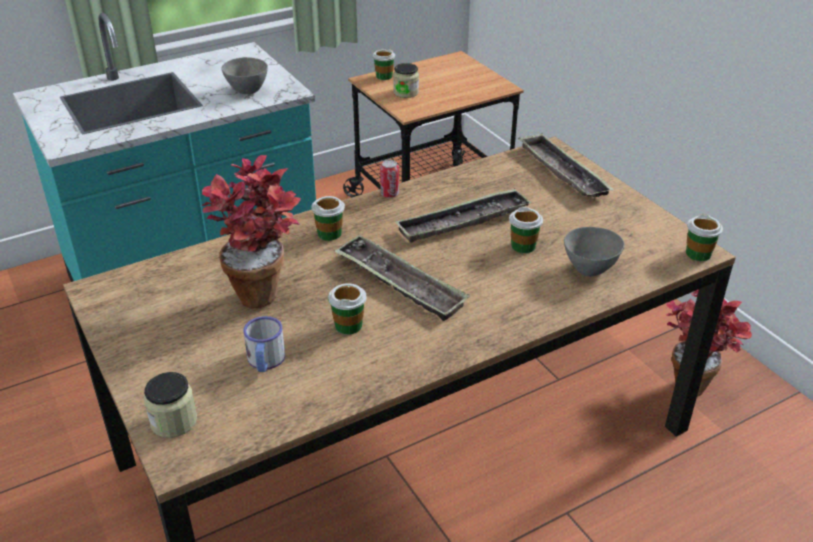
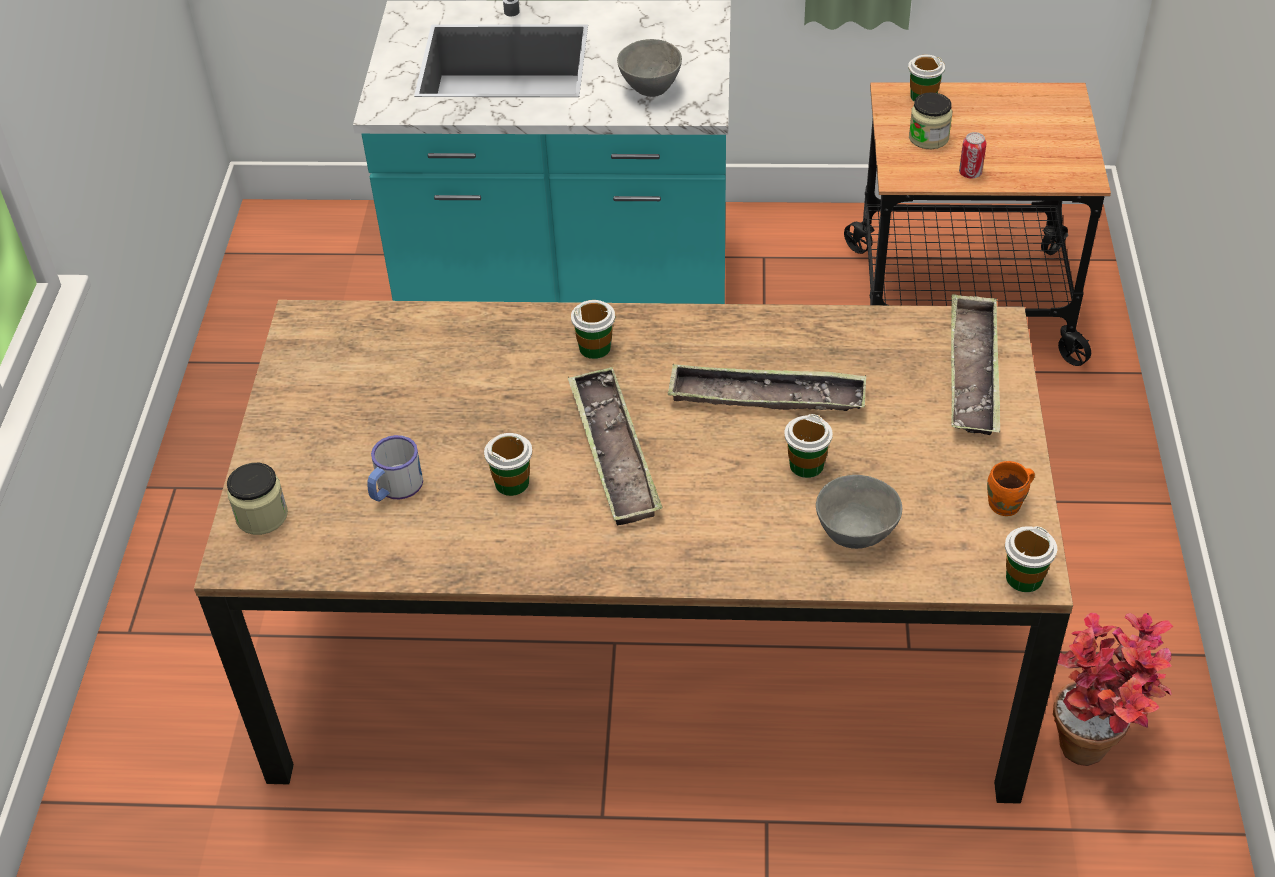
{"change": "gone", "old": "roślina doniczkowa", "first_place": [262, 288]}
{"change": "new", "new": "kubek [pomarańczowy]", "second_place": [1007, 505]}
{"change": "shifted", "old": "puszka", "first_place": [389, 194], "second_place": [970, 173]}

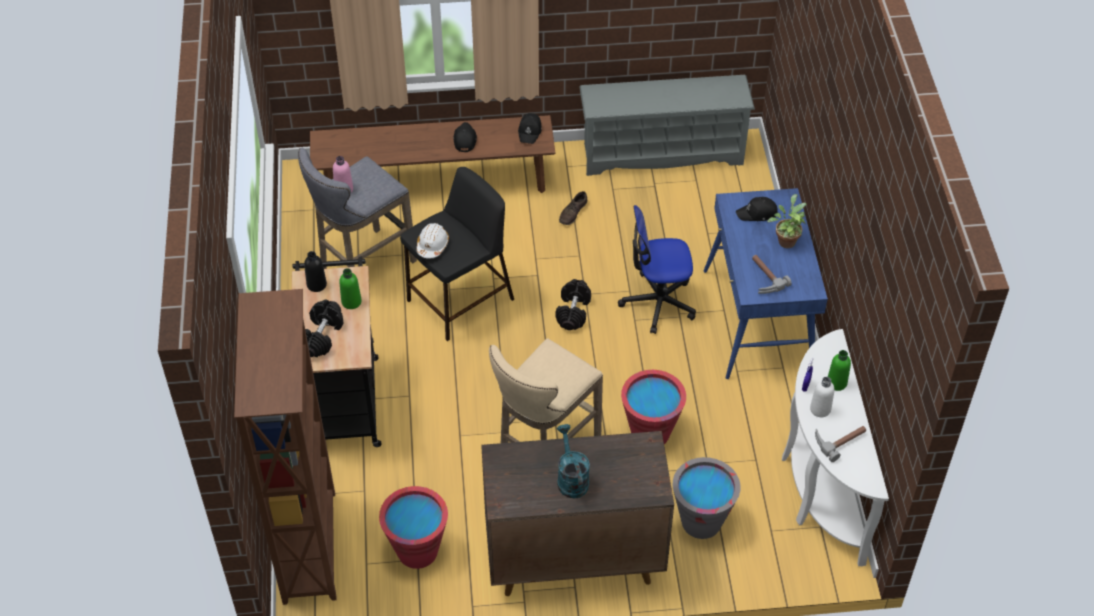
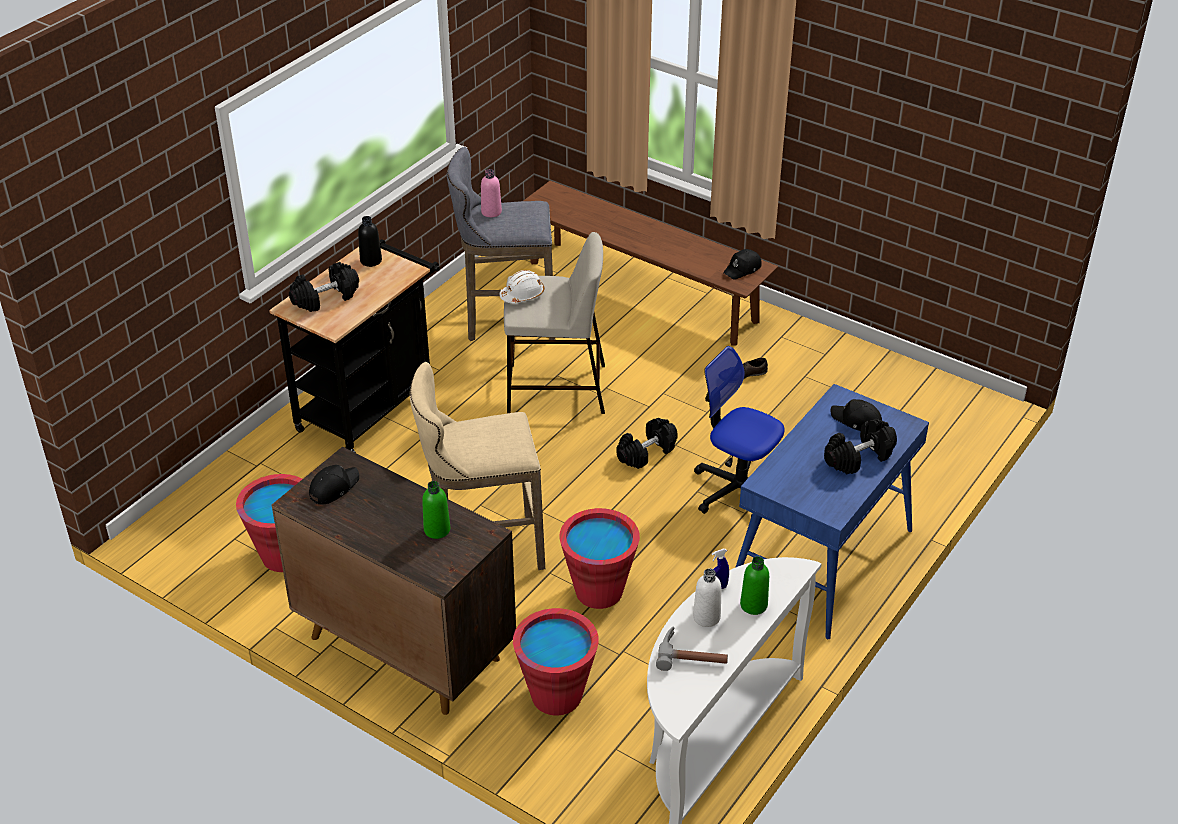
{"change": "gone", "old": "regał [brązowy]", "first_place": [311, 546]}
{"change": "gone", "old": "konewka [turkusowy]", "first_place": [571, 478]}
{"change": "gone", "old": "regał na buty [szary]", "first_place": [662, 153]}
{"change": "gone", "old": "młotek", "first_place": [763, 278]}
{"change": "shifted", "old": "butelka [zielony]", "first_place": [351, 302], "second_place": [437, 530]}
{"change": "shifted", "old": "czapka z daszkiem [czarny]", "first_place": [464, 139], "second_place": [333, 488]}
{"change": "swapped", "old": "roślina doniczkowa", "new": "hantel [czarny]", "first_place": [786, 240], "second_place": [859, 458]}
{"change": "repainted", "old": "stołek [czarny]", "new": "stołek [beżowy]", "first_place": [459, 301], "second_place": [555, 389]}
{"change": "repainted", "old": "wiadro [szary]", "new": "wiadro [czerwony]", "first_place": [701, 522], "second_place": [556, 695]}

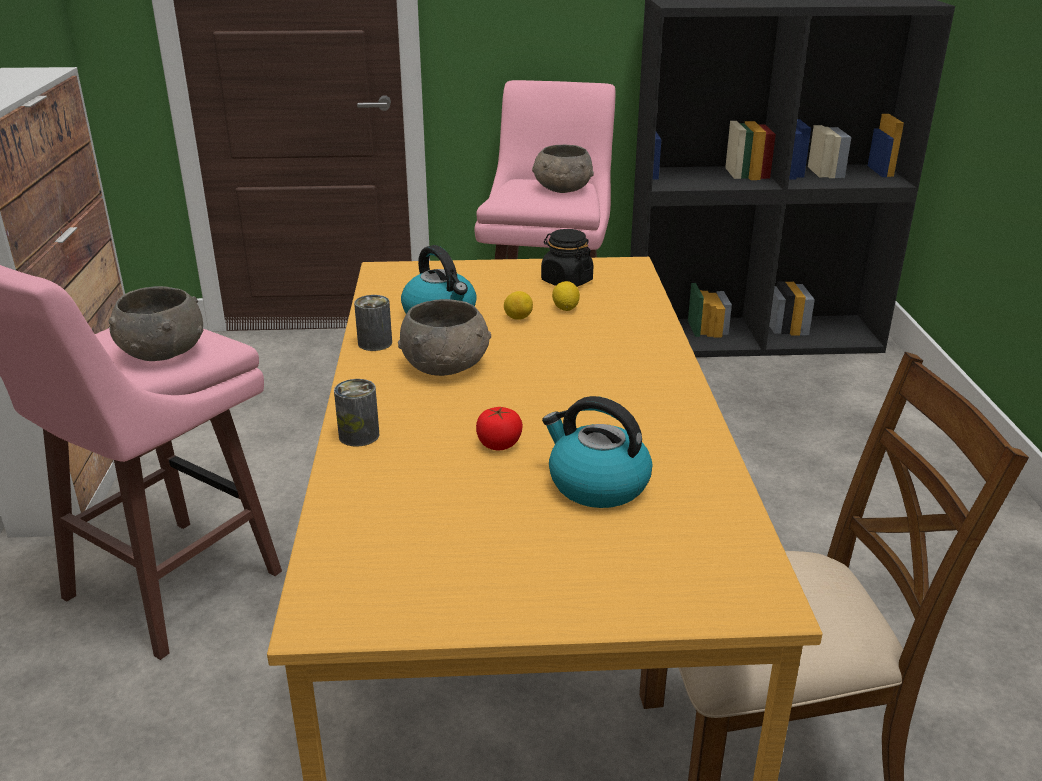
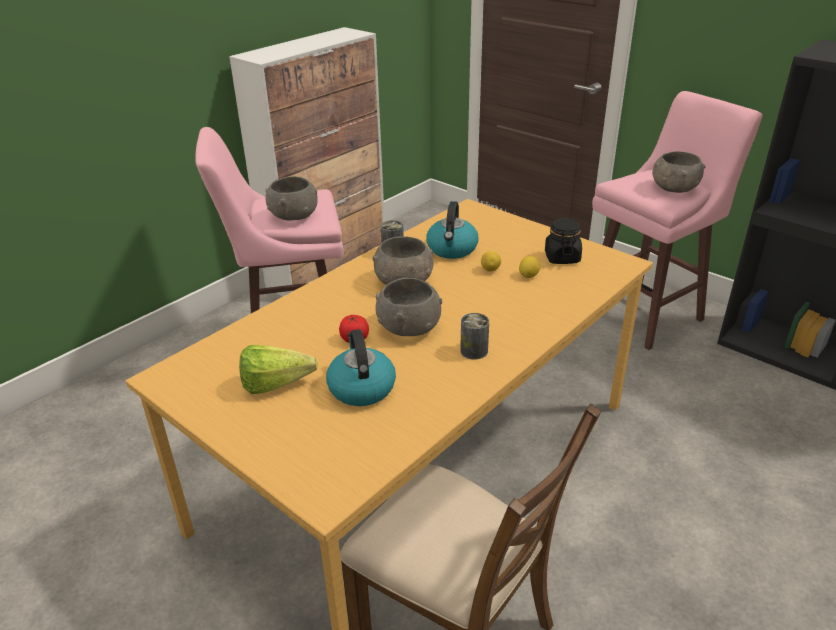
{"change": "new", "new": "sałata", "second_place": [282, 385]}
{"change": "new", "new": "miska [szary]", "second_place": [409, 327]}
{"change": "shifted", "old": "puszka", "first_place": [359, 435], "second_place": [474, 351]}

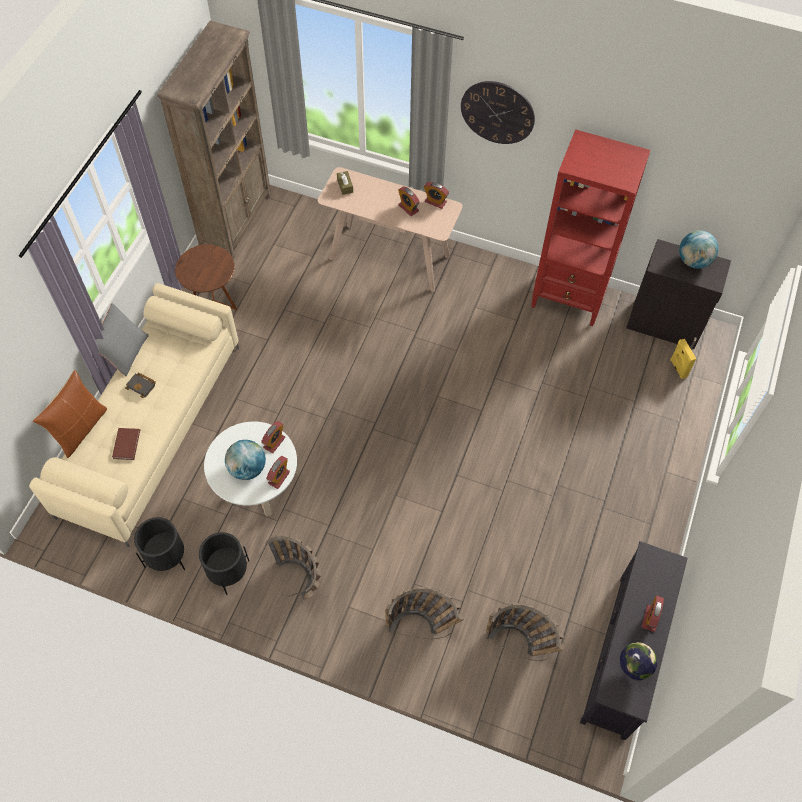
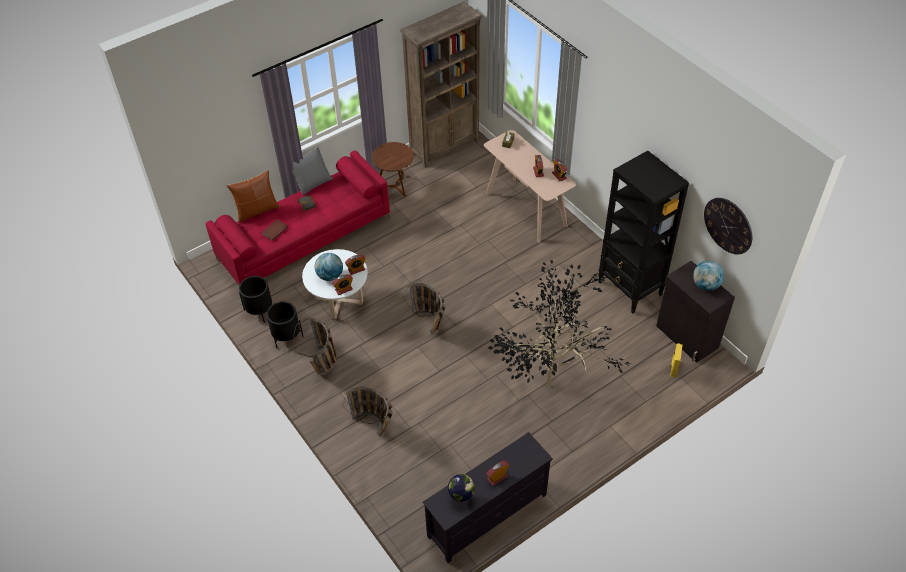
{"change": "new", "new": "roślina doniczkowa", "second_place": [545, 385]}
{"change": "shifted", "old": "zegar ścienny", "first_place": [497, 112], "second_place": [728, 225]}
{"change": "shifted", "old": "koszyk", "first_place": [522, 644], "second_place": [430, 326]}
{"change": "repainted", "old": "kanapa [beżowy]", "new": "kanapa [czerwony]", "first_place": [151, 428], "second_place": [304, 238]}
{"change": "repainted", "old": "regał [czerwony]", "new": "regał [czarny]", "first_place": [569, 298], "second_place": [630, 289]}

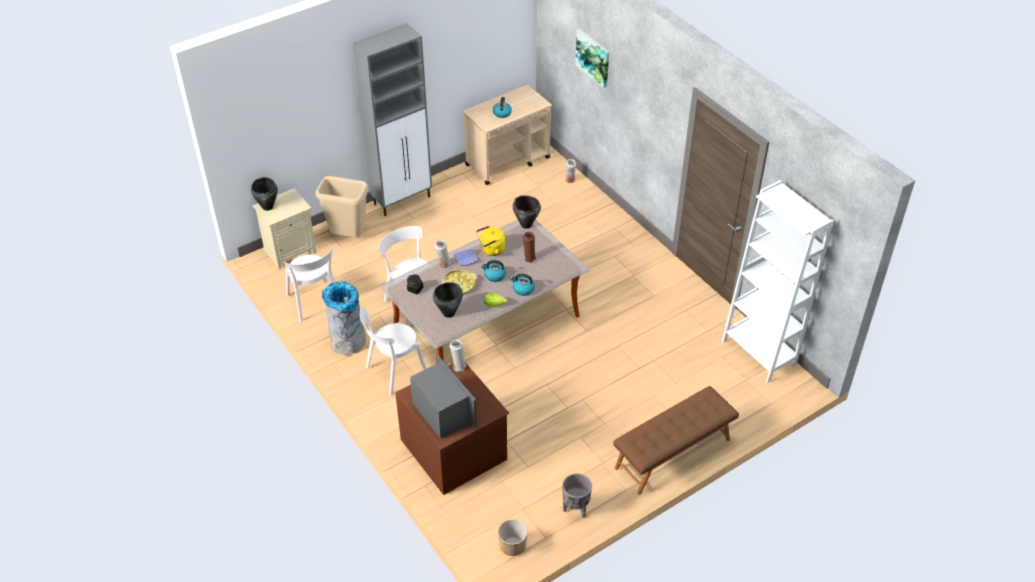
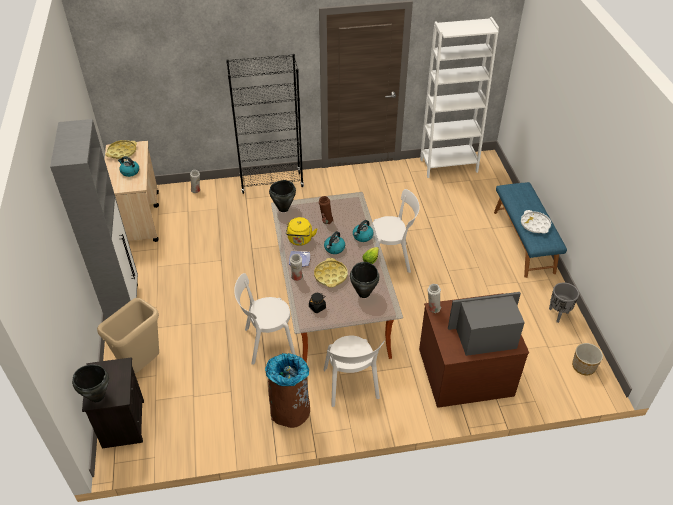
{"change": "gone", "old": "obraz", "first_place": [593, 57]}
{"change": "new", "new": "taca [żółty]", "second_place": [122, 152]}
{"change": "new", "new": "regał [czarny]", "second_place": [272, 183]}
{"change": "new", "new": "taca [biały]", "second_place": [535, 224]}
{"change": "shifted", "old": "krzesło [biały]", "first_place": [314, 303], "second_place": [391, 258]}
{"change": "repainted", "old": "szafka nocna [beżowy]", "new": "szafka nocna [czarny]", "first_place": [290, 250], "second_place": [122, 423]}
{"change": "repainted", "old": "kosz na śmieci [szary]", "new": "kosz na śmieci [brązowy]", "first_place": [347, 342], "second_place": [290, 411]}
{"change": "repainted", "old": "ławka [brązowy]", "new": "ławka [niebieski]", "first_place": [673, 454], "second_place": [524, 241]}

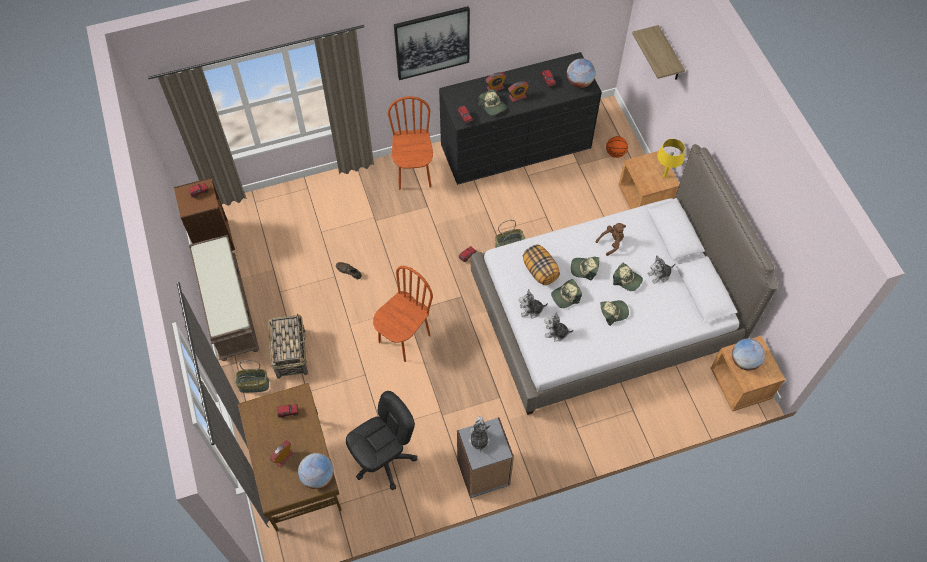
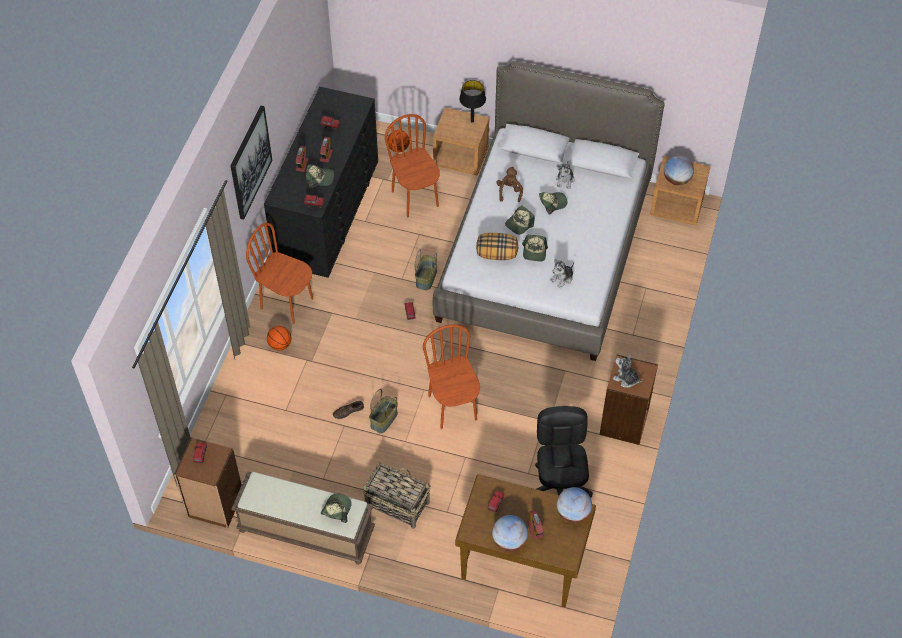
{"change": "gone", "old": "pluszak", "first_place": [531, 310]}
{"change": "gone", "old": "półka", "first_place": [669, 55]}
{"change": "new", "new": "piłka do koszykówki", "second_place": [279, 344]}
{"change": "new", "new": "krzesło [brązowy]", "second_place": [415, 198]}
{"change": "shifted", "old": "koszyk", "first_place": [253, 385], "second_place": [384, 420]}
{"change": "shifted", "old": "globus", "first_place": [579, 82], "second_place": [509, 541]}
{"change": "shifted", "old": "czapka z daszkiem", "first_place": [613, 312], "second_place": [336, 510]}
{"change": "repainted", "old": "regał [szary]", "new": "regał [brązowy]", "first_place": [483, 473], "second_place": [624, 422]}
{"change": "repainted", "old": "lampa stołowa [żółty]", "new": "lampa stołowa [czarny]", "first_place": [665, 176], "second_place": [472, 121]}

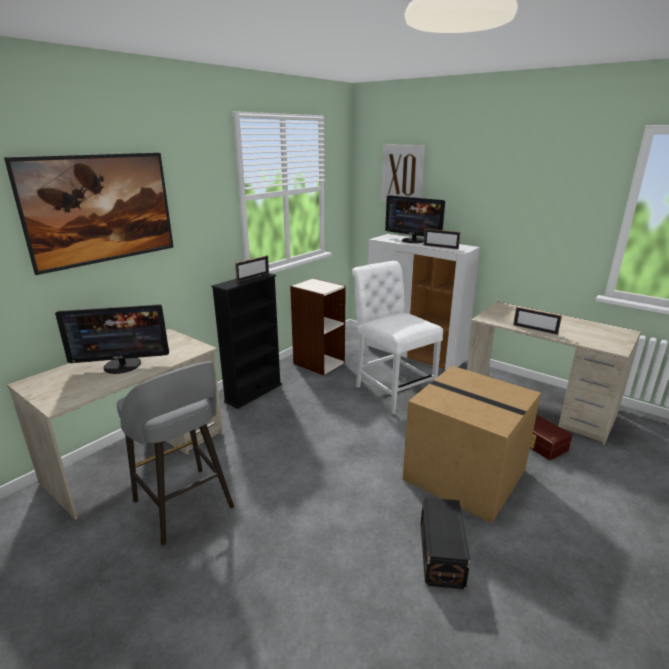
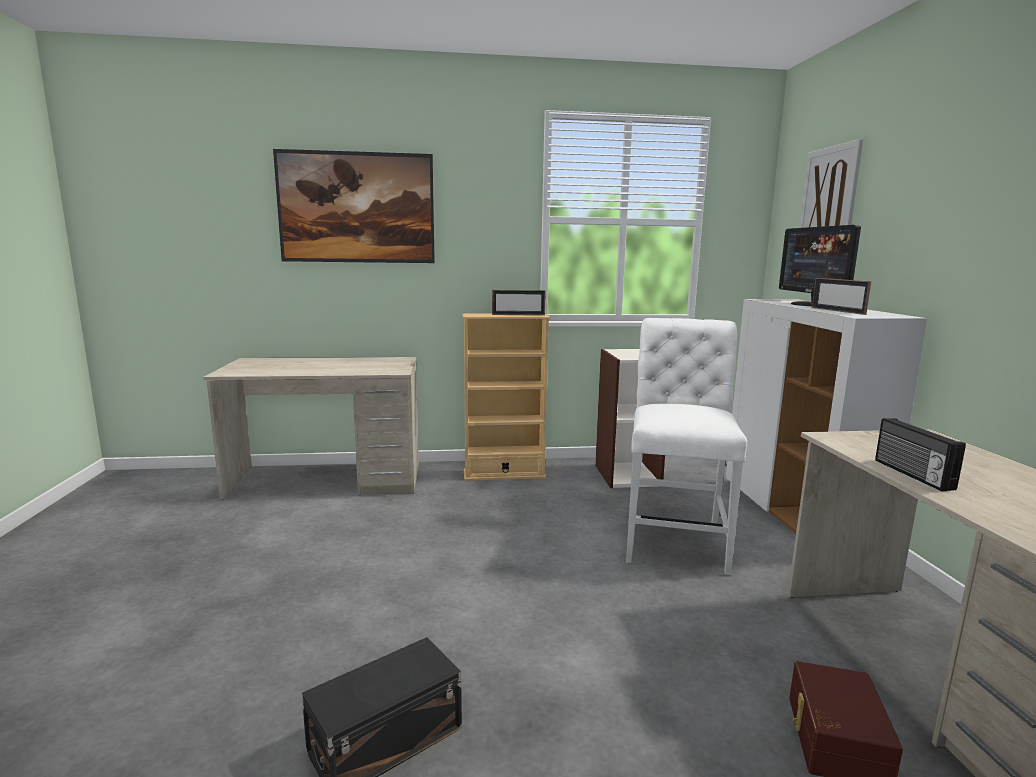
{"change": "gone", "old": "monitor", "first_place": [122, 365]}
{"change": "gone", "old": "stołek [szary]", "first_place": [184, 506]}
{"change": "gone", "old": "karton", "first_place": [466, 474]}
{"change": "swapped", "old": "ramka na zdjęcie", "new": "radio", "first_place": [535, 329], "second_place": [911, 474]}
{"change": "repainted", "old": "regał [czarny]", "new": "regał [beżowy]", "first_place": [253, 393], "second_place": [504, 474]}

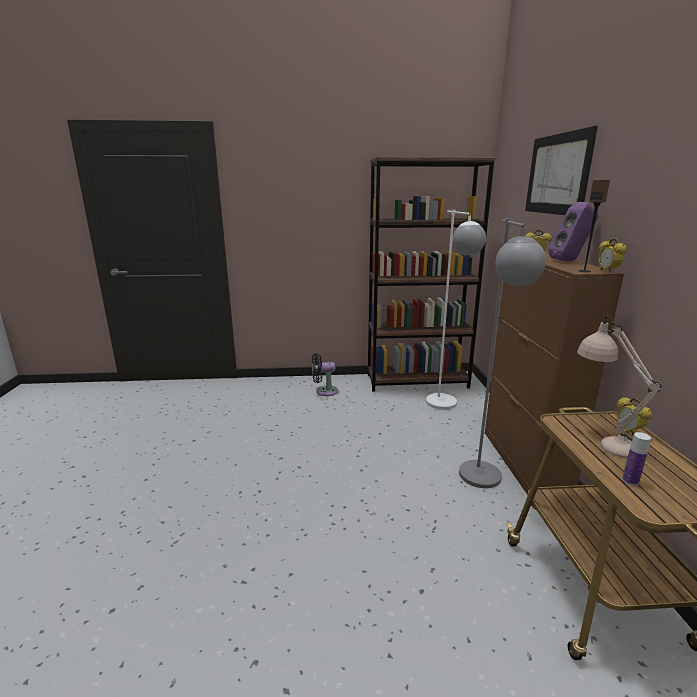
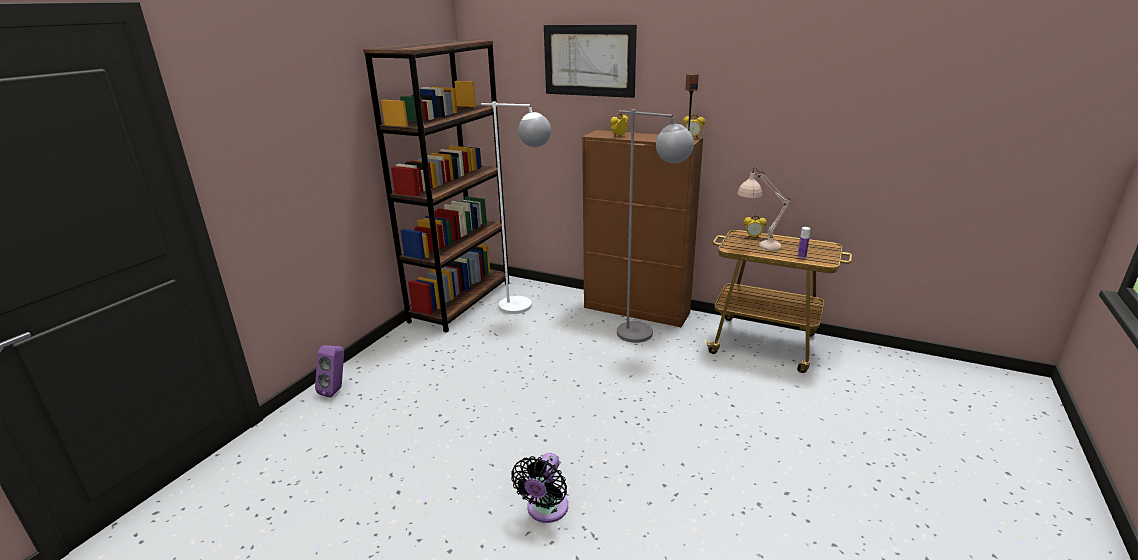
{"change": "shifted", "old": "wentylator [czarny]", "first_place": [324, 391], "second_place": [545, 510]}
{"change": "shifted", "old": "głośnik [fioletowy]", "first_place": [570, 261], "second_place": [336, 390]}

